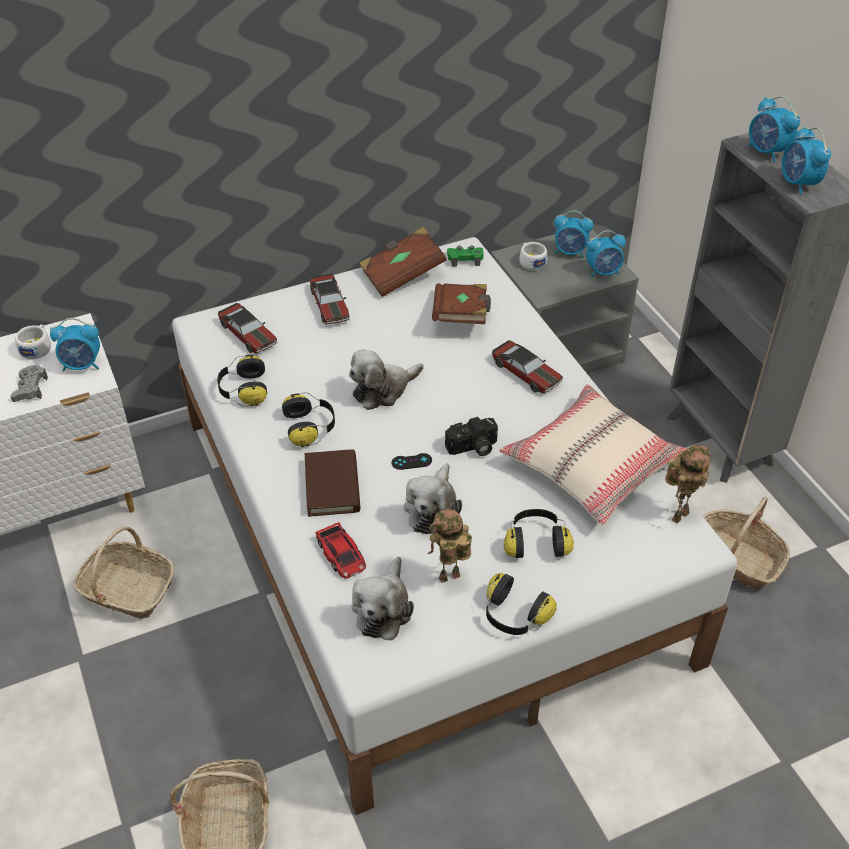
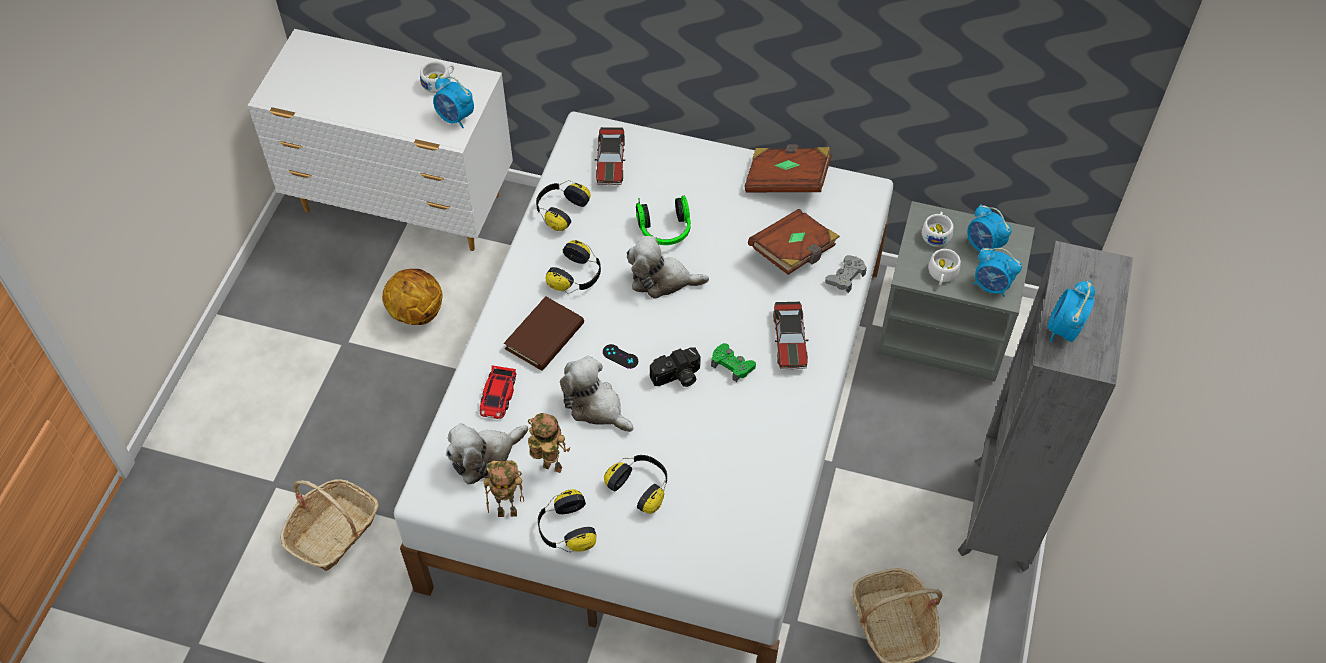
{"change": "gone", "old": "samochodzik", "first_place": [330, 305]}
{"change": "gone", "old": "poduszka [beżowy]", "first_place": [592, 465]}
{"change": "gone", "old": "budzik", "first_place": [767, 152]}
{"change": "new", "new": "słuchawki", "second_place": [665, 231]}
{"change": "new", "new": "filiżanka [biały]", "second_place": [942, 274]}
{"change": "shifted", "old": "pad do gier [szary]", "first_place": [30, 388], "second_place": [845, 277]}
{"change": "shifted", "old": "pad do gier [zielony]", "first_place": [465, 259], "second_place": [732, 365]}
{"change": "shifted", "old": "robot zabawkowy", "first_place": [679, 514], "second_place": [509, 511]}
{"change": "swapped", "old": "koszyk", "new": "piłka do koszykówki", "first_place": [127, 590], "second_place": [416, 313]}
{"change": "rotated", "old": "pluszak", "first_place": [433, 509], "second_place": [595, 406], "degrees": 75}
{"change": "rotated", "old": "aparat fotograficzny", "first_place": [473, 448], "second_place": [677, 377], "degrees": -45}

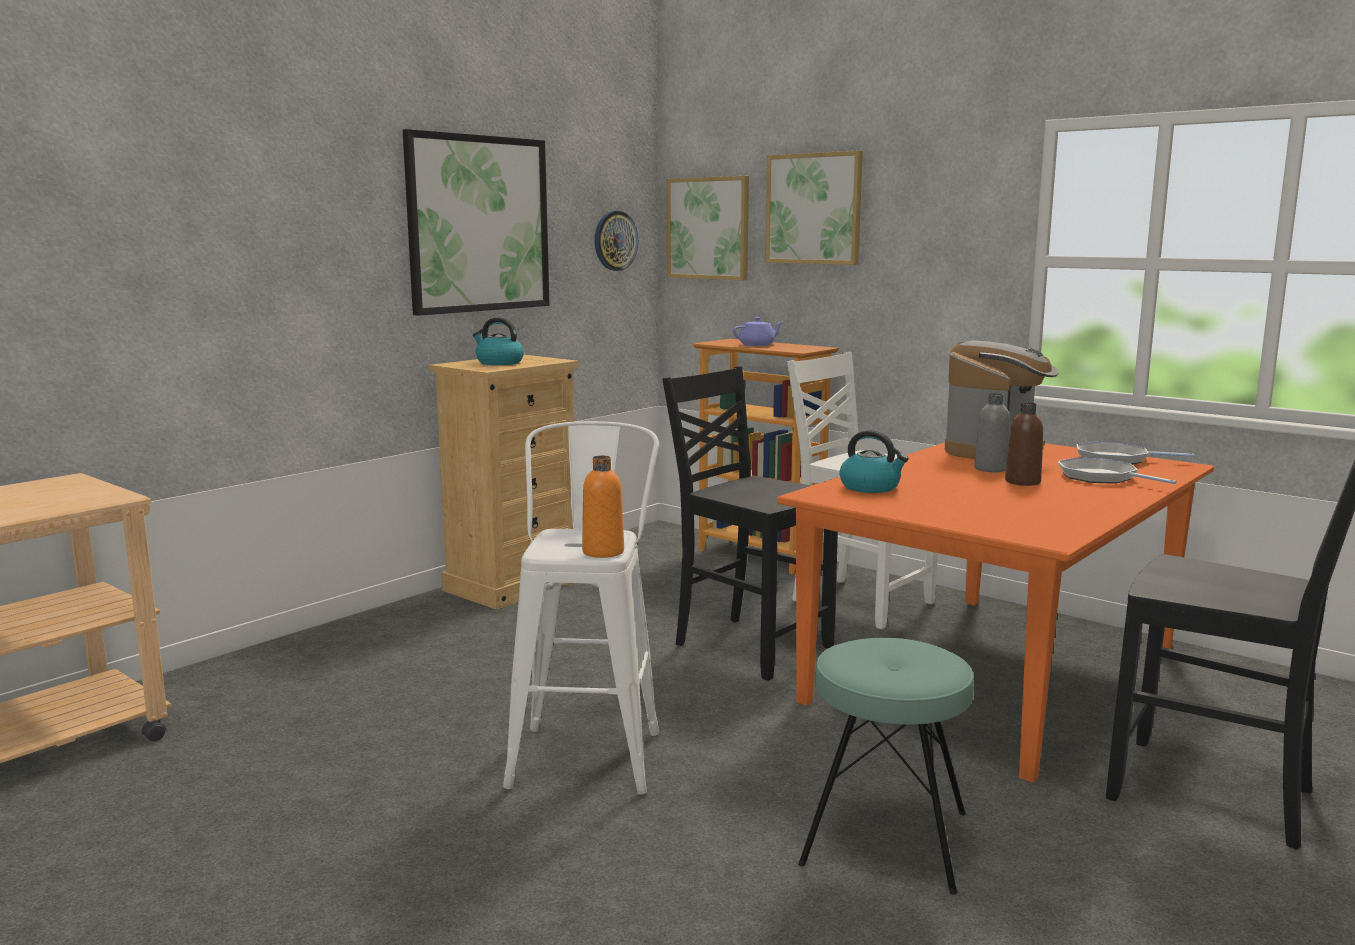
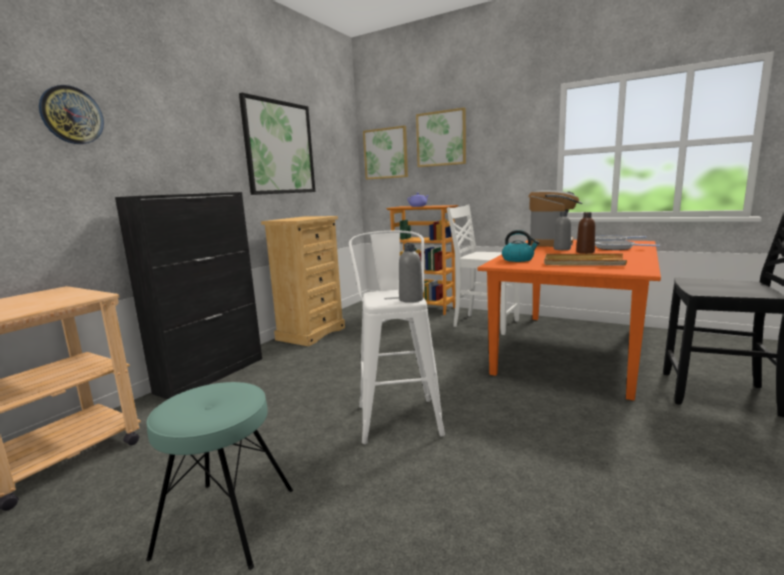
{"change": "gone", "old": "czajnik", "first_place": [499, 363]}
{"change": "gone", "old": "krzesło [czarny]", "first_place": [750, 646]}
{"change": "new", "new": "szafka [czarny]", "second_place": [212, 374]}
{"change": "new", "new": "taca [beżowy]", "second_place": [583, 263]}
{"change": "shifted", "old": "zegar ścienny", "first_place": [615, 240], "second_place": [72, 115]}
{"change": "shifted", "old": "stołek [turkusowy]", "first_place": [884, 838], "second_place": [226, 522]}
{"change": "repainted", "old": "butelka [pomarańczowy]", "new": "butelka [szary]", "first_place": [603, 552], "second_place": [411, 299]}

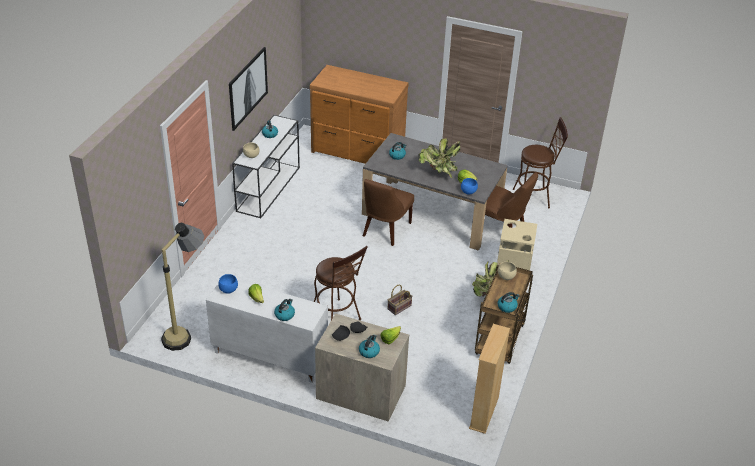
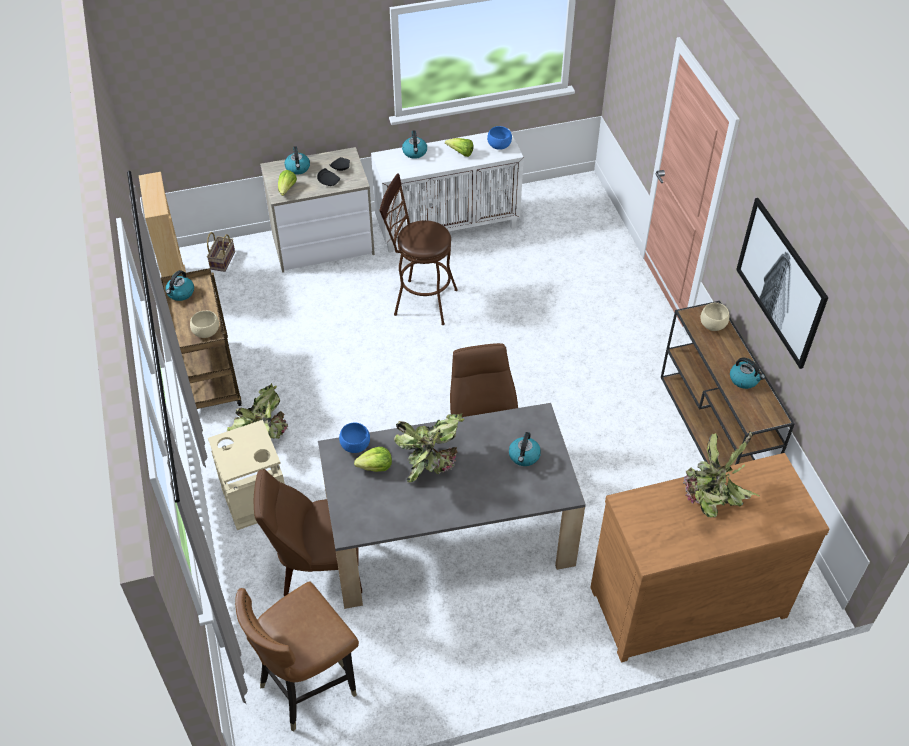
{"change": "gone", "old": "lampa stojąca", "first_place": [187, 333]}
{"change": "new", "new": "roślina doniczkowa", "second_place": [712, 500]}
{"change": "shifted", "old": "koszyk", "first_place": [399, 308], "second_place": [222, 260]}
{"change": "swapped", "old": "stołek [brązowy]", "new": "krzesło [brązowy]", "first_place": [534, 198], "second_place": [307, 685]}
{"change": "repainted", "old": "stolik konsolowy [biały]", "new": "stolik konsolowy [brązowy]", "first_place": [268, 188], "second_place": [714, 432]}

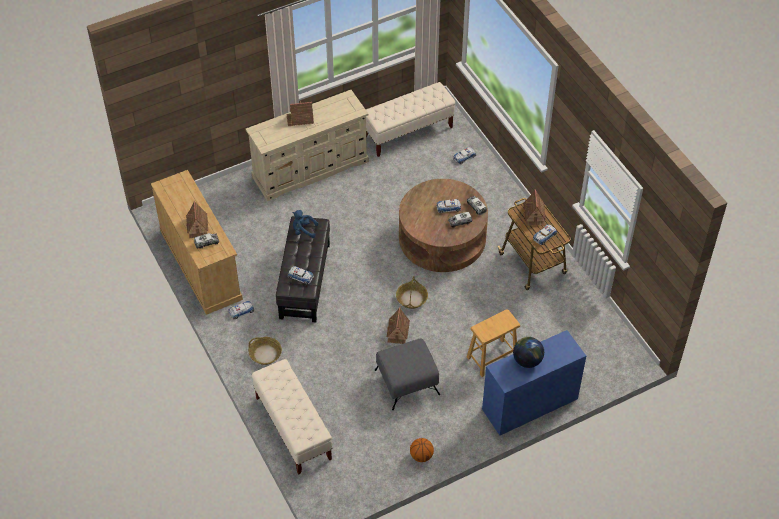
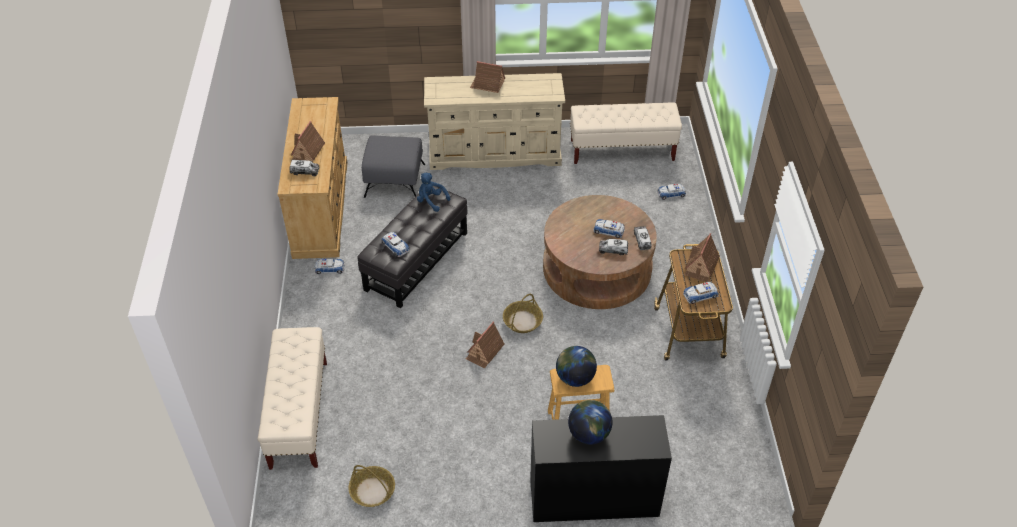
{"change": "gone", "old": "piłka do koszykówki", "first_place": [421, 456]}
{"change": "new", "new": "globus", "second_place": [575, 378]}
{"change": "shifted", "old": "koszyk", "first_place": [265, 354], "second_place": [373, 491]}
{"change": "shifted", "old": "pufa [szary]", "first_place": [406, 382], "second_place": [394, 180]}
{"change": "repainted", "old": "biurko [niebieski]", "new": "biurko [czarny]", "first_place": [530, 404], "second_place": [593, 498]}

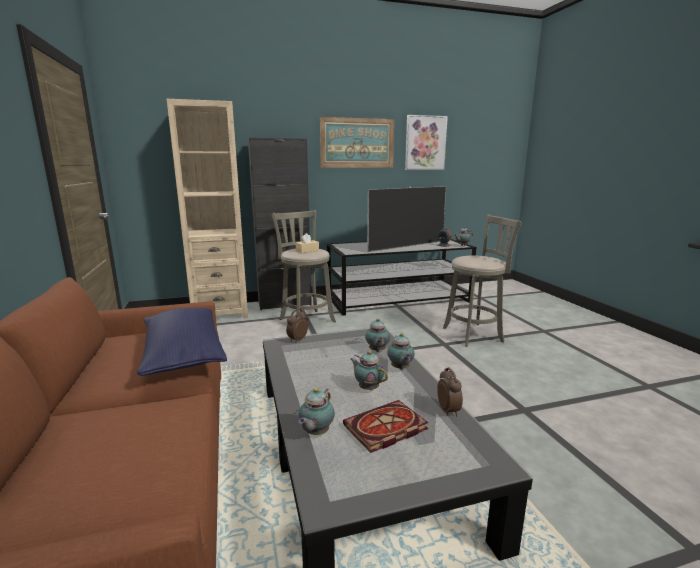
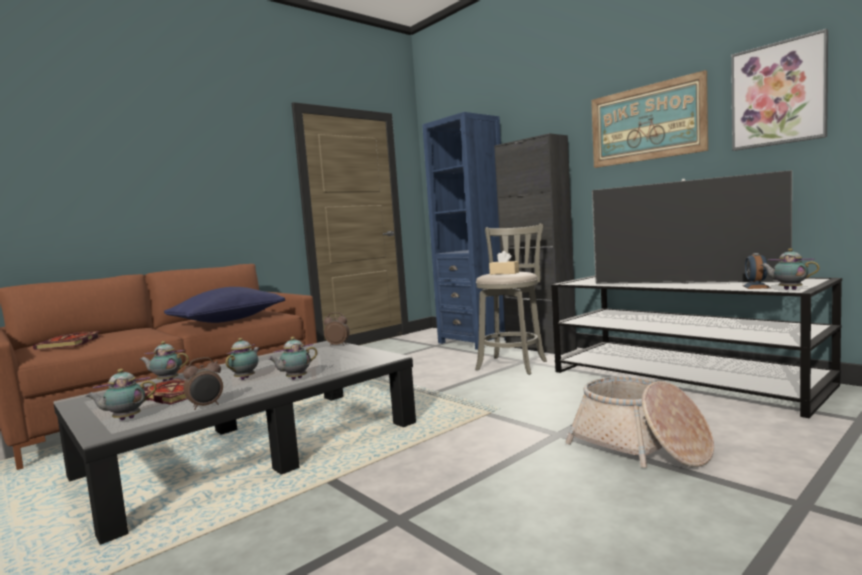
{"change": "new", "new": "książka", "second_place": [70, 343]}
{"change": "shifted", "old": "imbryk", "first_place": [377, 351], "second_place": [125, 419]}
{"change": "swapped", "old": "stołek [szary]", "new": "koszyk", "first_place": [475, 334], "second_place": [640, 446]}
{"change": "repainted", "old": "regał [beżowy]", "new": "regał [niebieski]", "first_place": [220, 313], "second_place": [474, 341]}

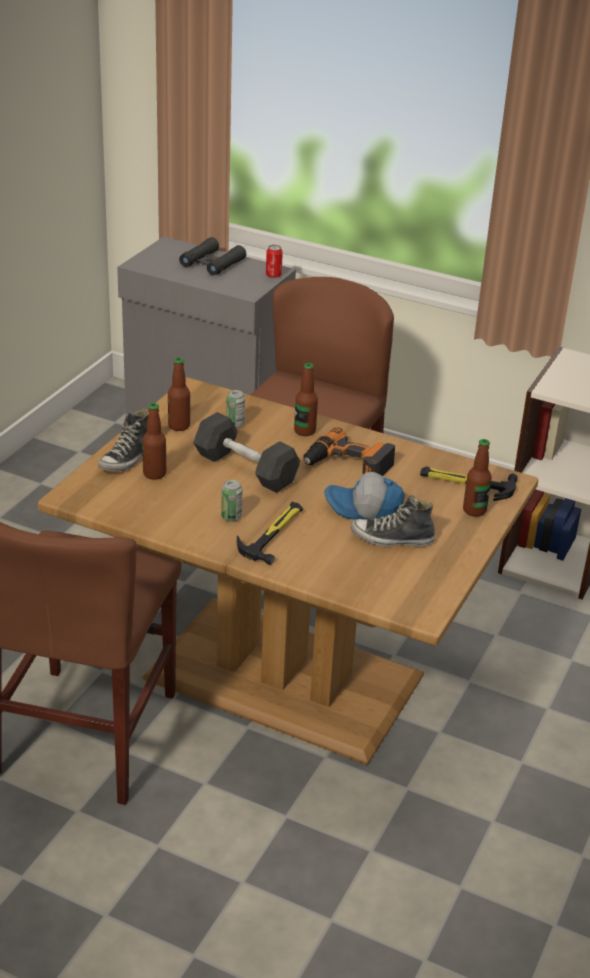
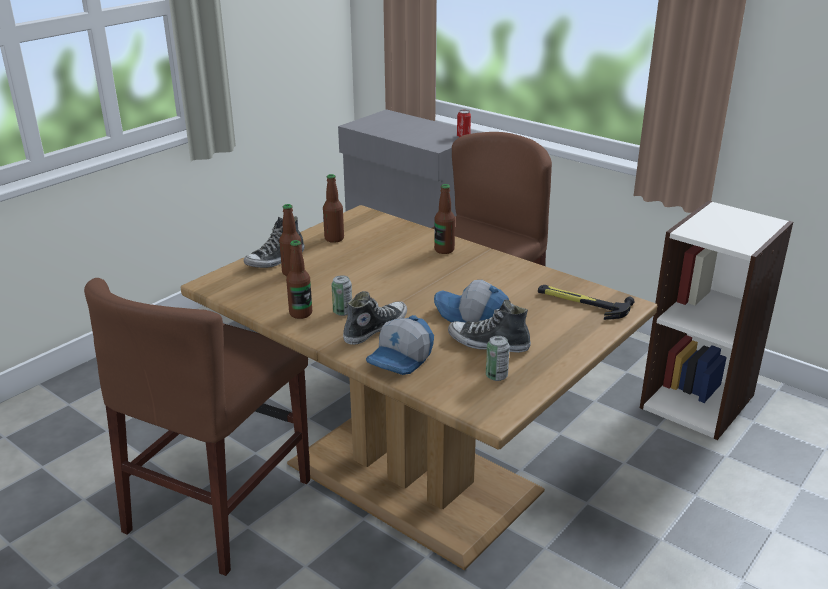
{"change": "gone", "old": "lornetka [czarny]", "first_place": [212, 263]}
{"change": "gone", "old": "hantel [szary]", "first_place": [245, 469]}
{"change": "gone", "old": "wiertarka", "first_place": [348, 464]}
{"change": "new", "new": "czapka z daszkiem", "second_place": [401, 359]}
{"change": "shifted", "old": "puszka", "first_place": [235, 424], "second_place": [496, 376]}
{"change": "shifted", "old": "butelka", "first_place": [474, 510], "second_place": [300, 313]}
{"change": "swapped", "old": "młotek", "new": "but", "first_place": [273, 533], "second_place": [375, 329]}

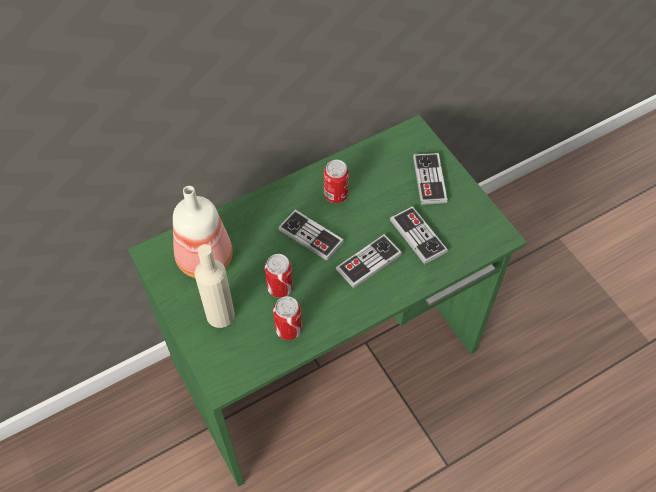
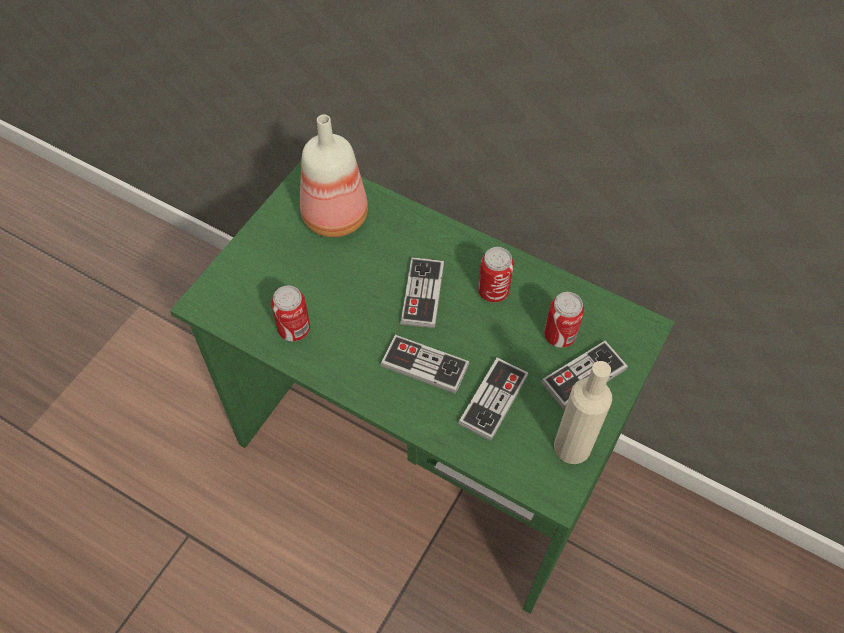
{"change": "shifted", "old": "butelka [beżowy]", "first_place": [220, 315], "second_place": [572, 446]}
{"change": "shifted", "old": "puszka", "first_place": [280, 288], "second_place": [559, 336]}

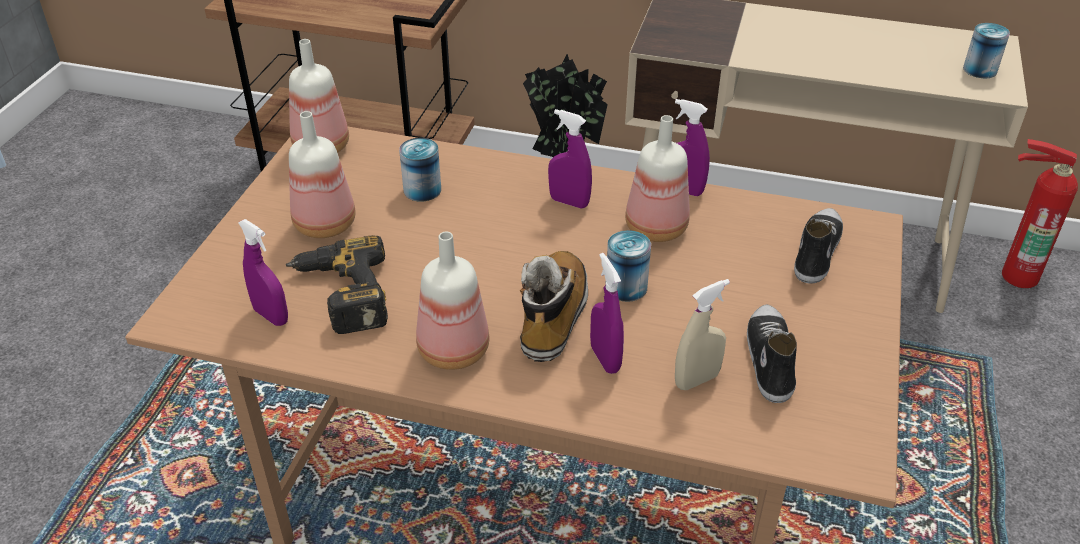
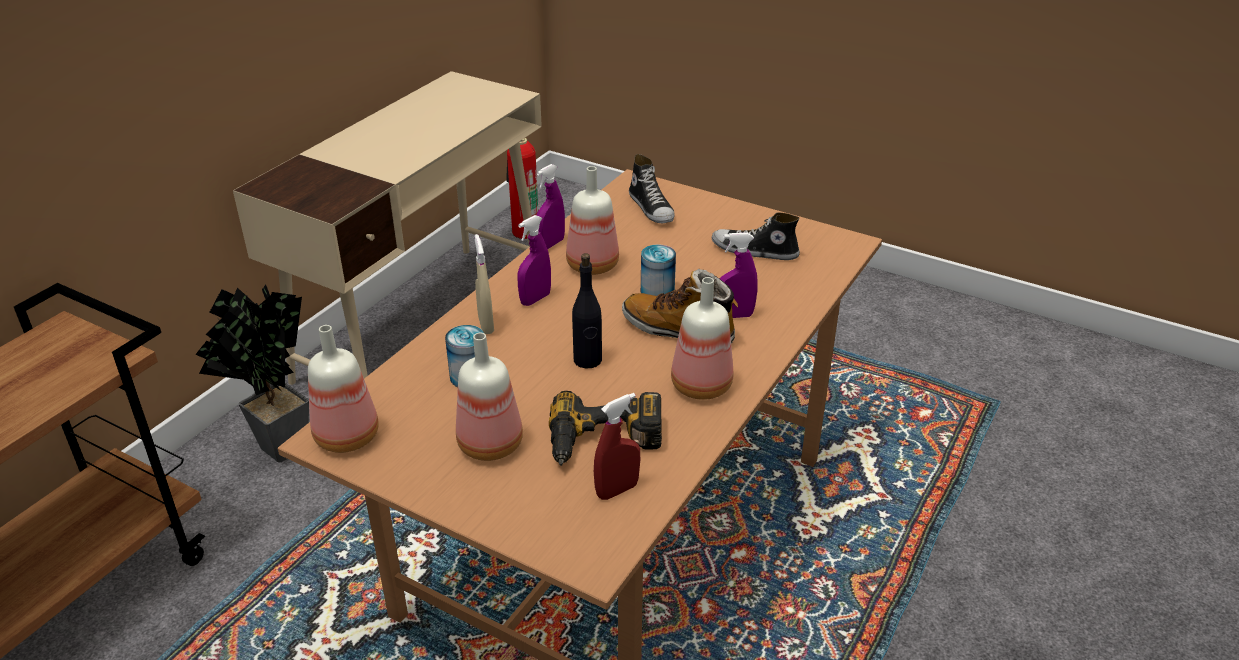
{"change": "gone", "old": "puszka", "first_place": [980, 70]}
{"change": "new", "new": "butelka [czarny]", "second_place": [587, 360]}
{"change": "shifted", "old": "spryskiwacz [beżowy]", "first_place": [696, 380], "second_place": [486, 325]}
{"change": "repainted", "old": "spryskiwacz [fioletowy]", "new": "spryskiwacz [czerwony]", "first_place": [271, 316], "second_place": [617, 490]}
{"change": "rotated", "old": "but", "first_place": [816, 251], "second_place": [652, 208], "degrees": -150}

